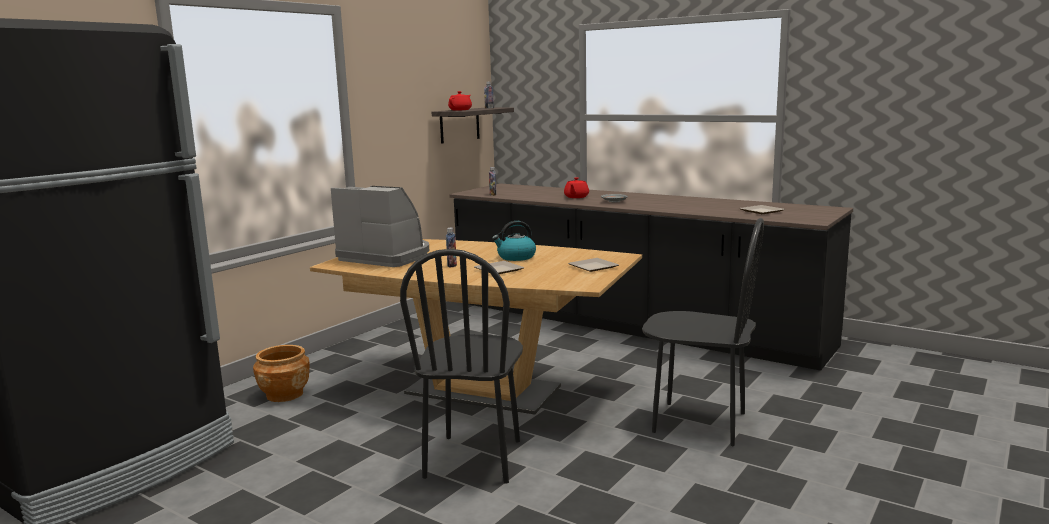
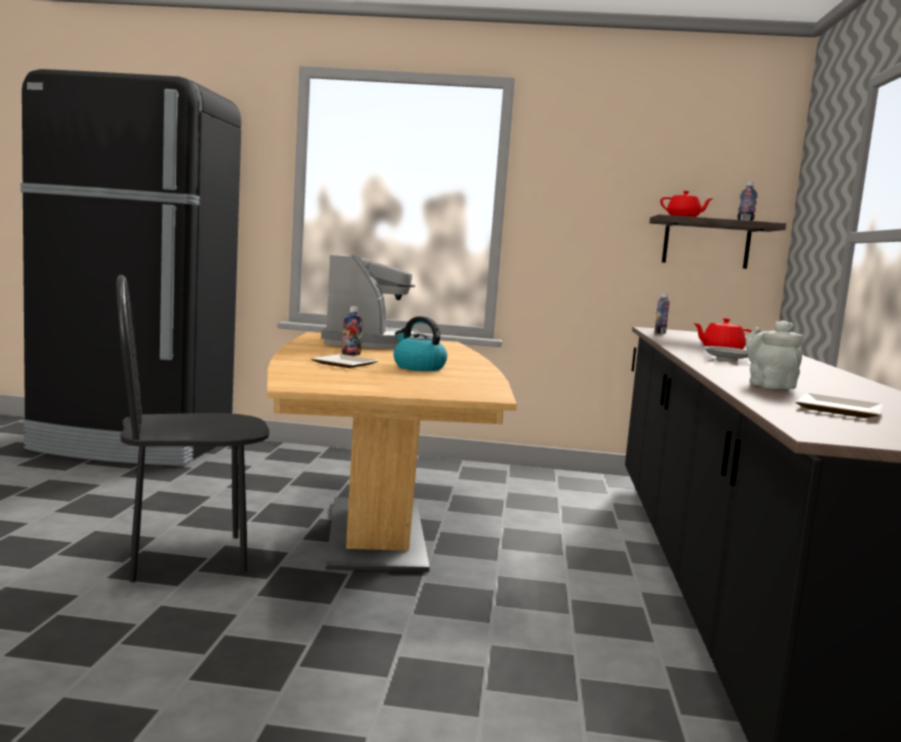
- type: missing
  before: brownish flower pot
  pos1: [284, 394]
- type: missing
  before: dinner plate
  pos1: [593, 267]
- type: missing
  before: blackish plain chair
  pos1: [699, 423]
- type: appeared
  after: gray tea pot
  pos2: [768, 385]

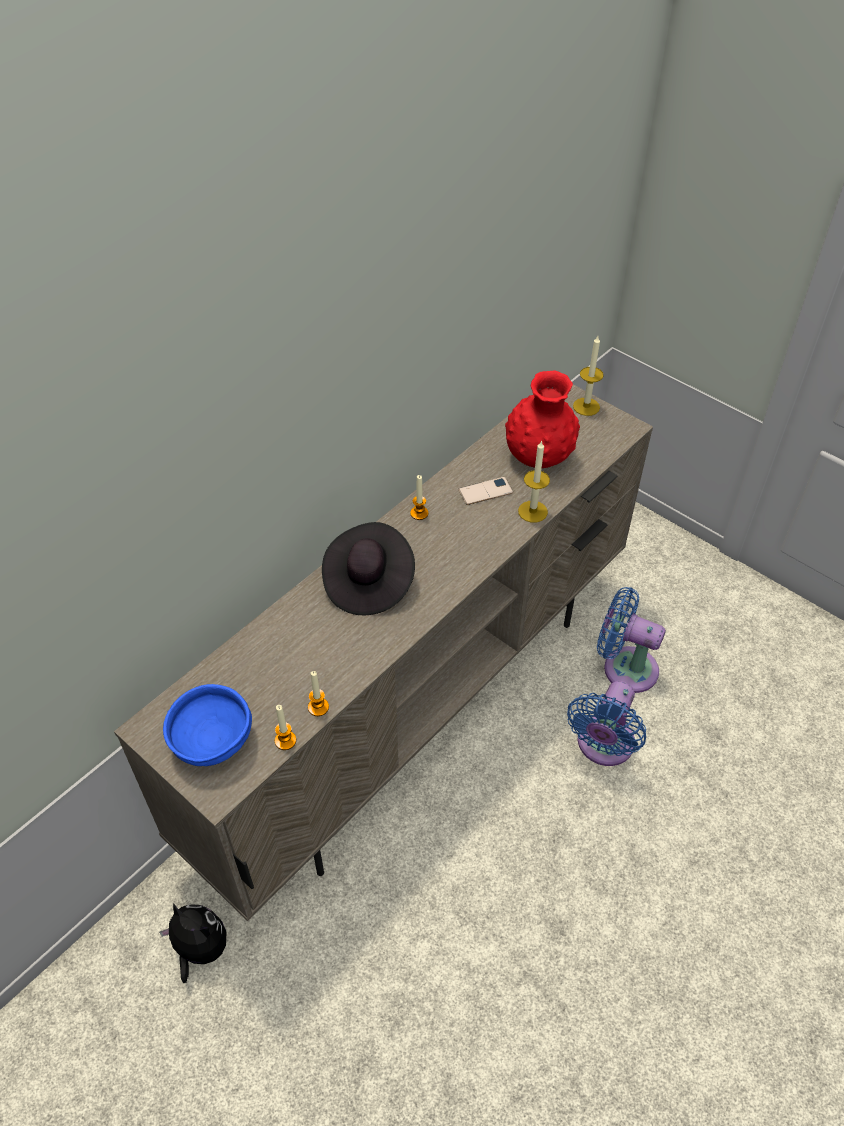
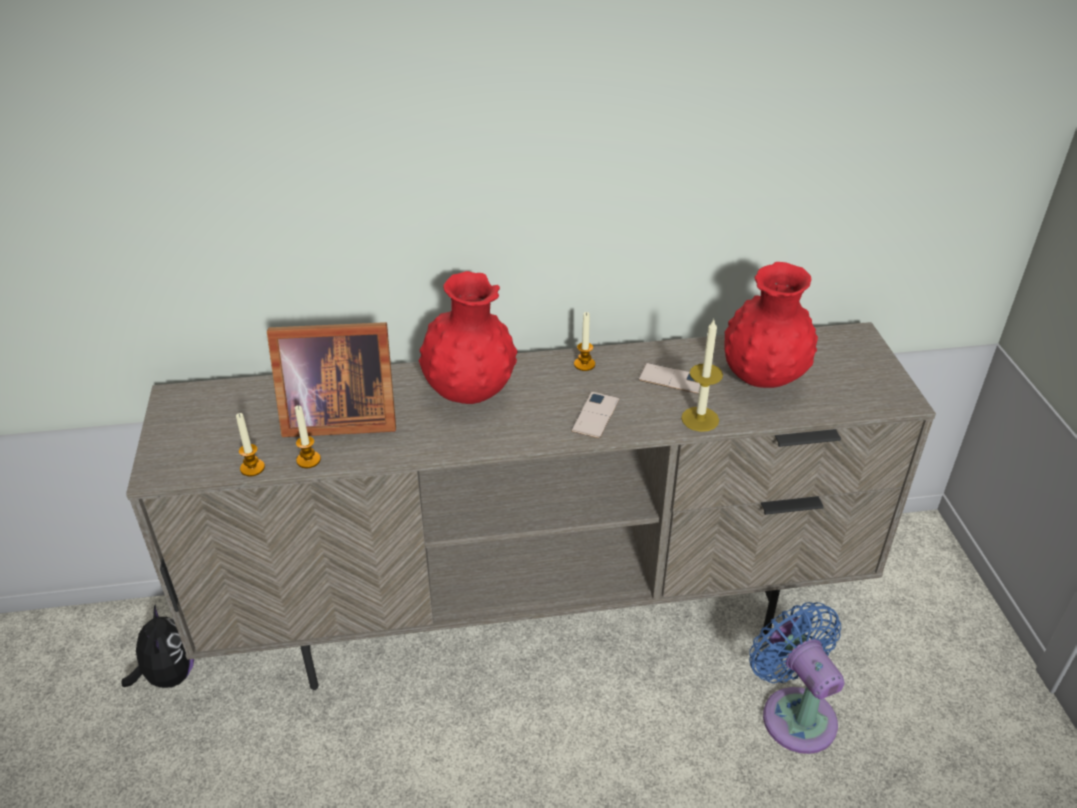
- type: missing
  before: blue deep dish
  pos1: [211, 741]
- type: missing
  before: blue fan
  pos1: [603, 746]
- type: missing
  before: candle
  pos1: [586, 406]
- type: appeared
  after: standing frame
  pos2: [336, 417]
- type: appeared
  after: telephone
  pos2: [595, 415]
- type: exchanged
  before: blackish wearable hat
  after: red-coloured decorative vase
  pos1: [368, 583]
  pos2: [470, 393]

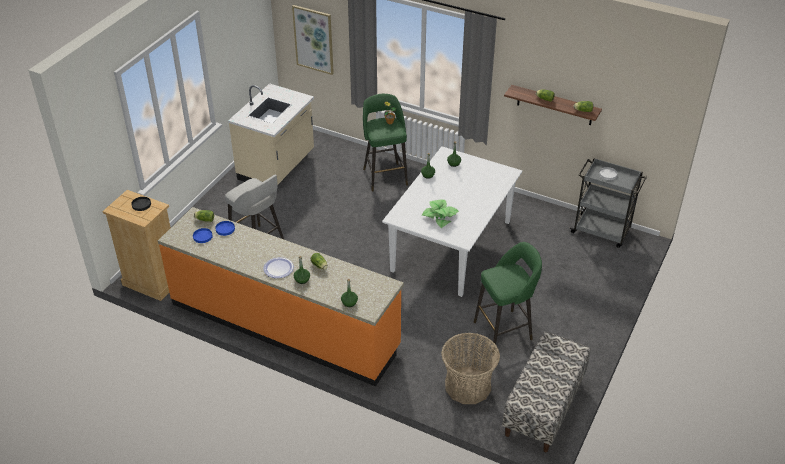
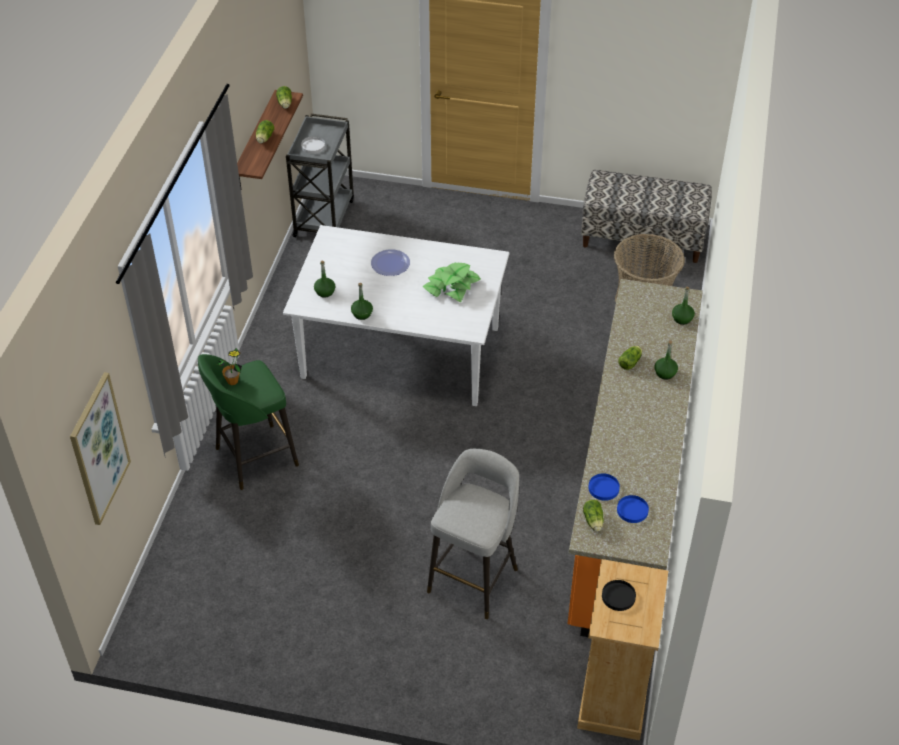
- type: missing
  before: sand-coloured counter
  pos1: [277, 167]
- type: missing
  before: green stool
  pos1: [504, 330]
- type: relocated
  before: dinner plate
  pos1: [278, 268]
  pos2: [390, 263]

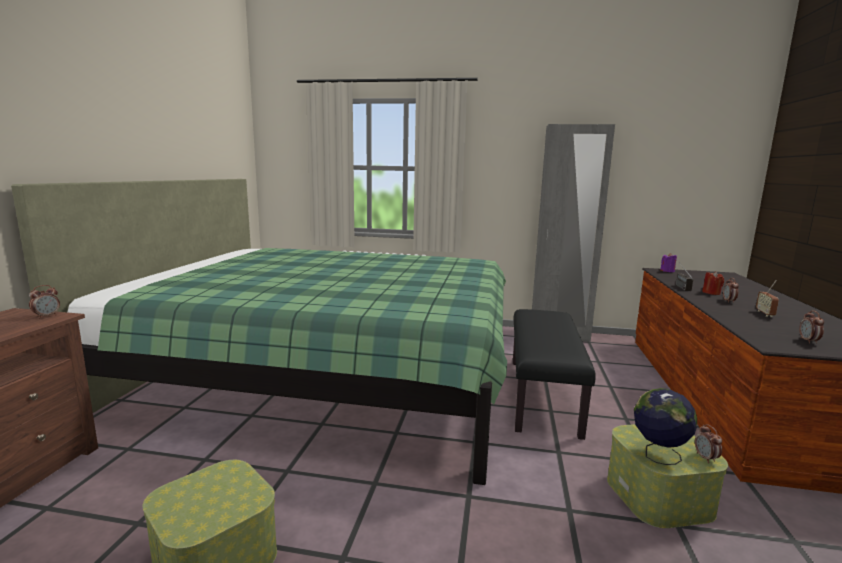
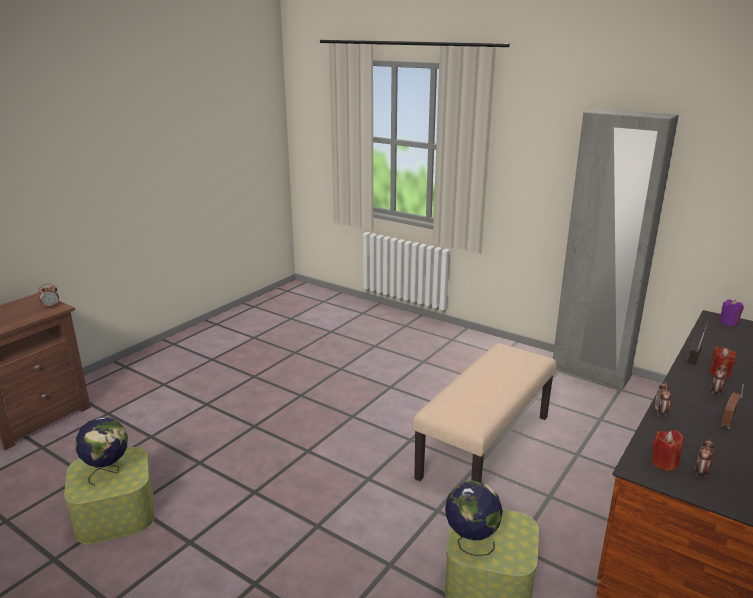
- type: missing
  before: green bedroom bed
  pos1: [327, 373]
- type: appeared
  after: globe
  pos2: [108, 472]
- type: appeared
  after: red-coloured candle
  pos2: [664, 463]
- type: relocated
  before: bedside clock
  pos1: [705, 458]
  pos2: [660, 412]
- type: colour
  before: blackish long seat
  after: sand-coloured long seat
  pos1: [541, 395]
  pos2: [484, 446]

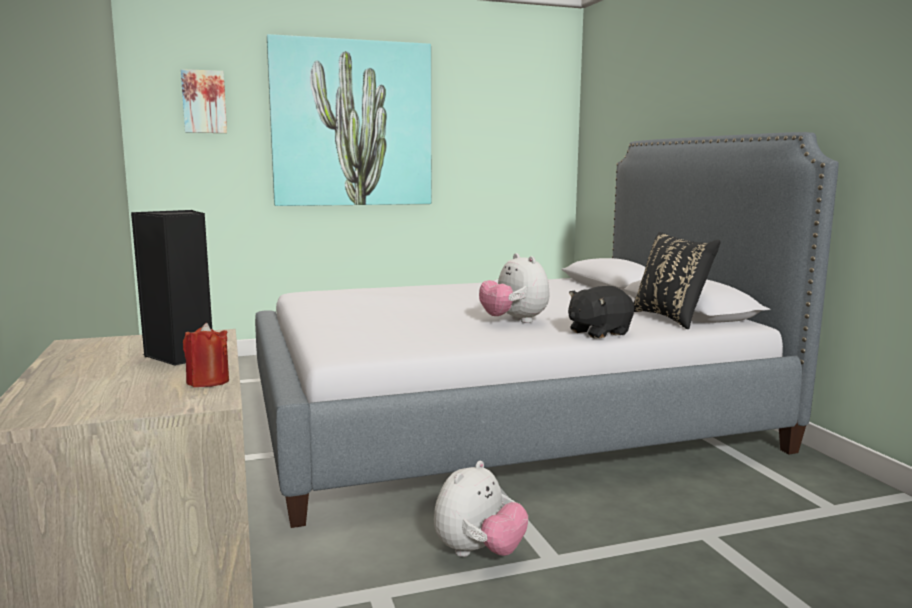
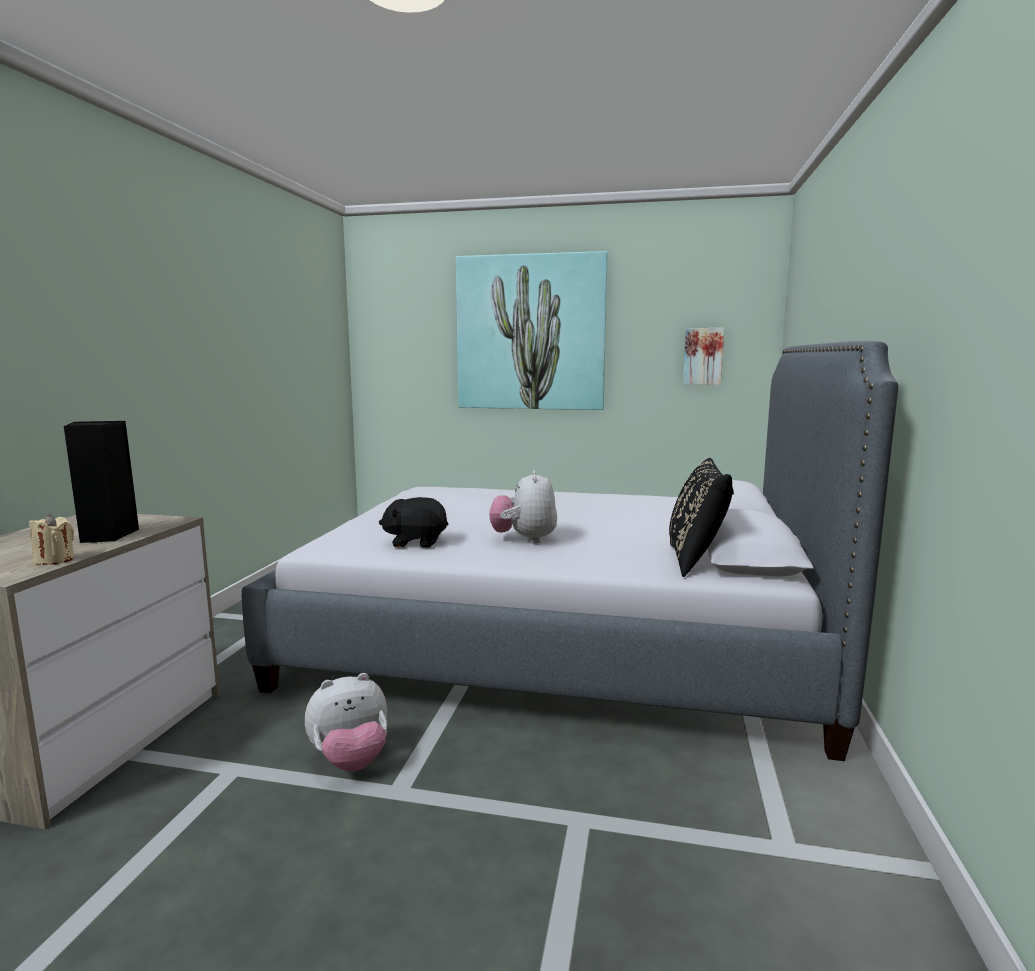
- type: relocated
  before: picture
  pos1: [204, 102]
  pos2: [703, 356]
- type: relocated
  before: blackish soft toy
  pos1: [598, 332]
  pos2: [416, 542]
- type: colour
  before: red-coloured candle
  after: sand-coloured candle
  pos1: [208, 381]
  pos2: [55, 560]

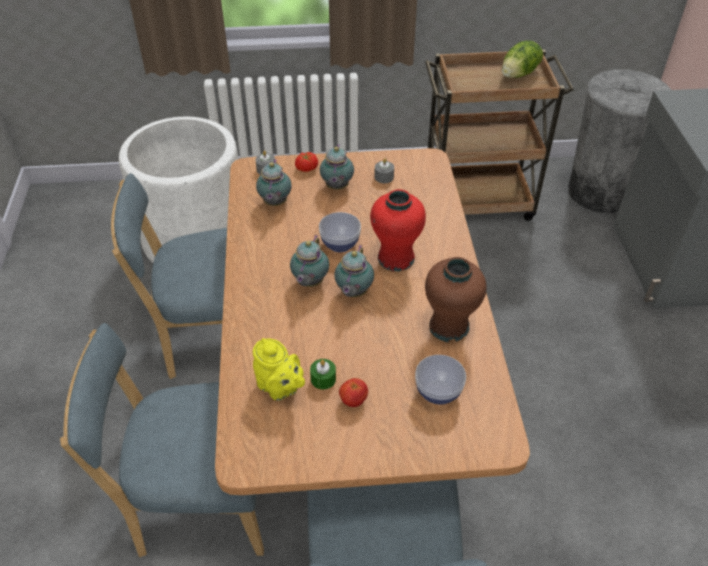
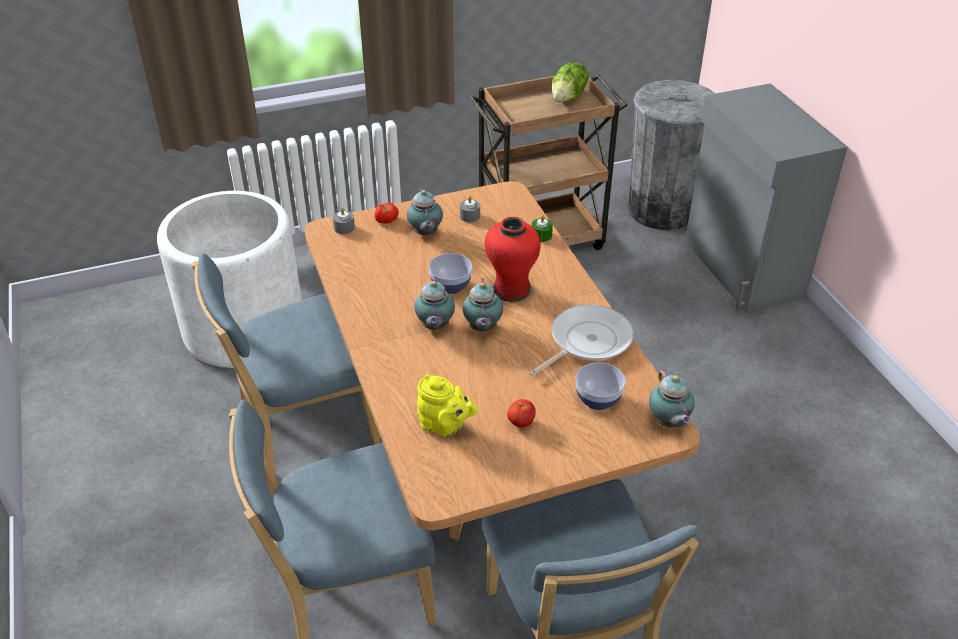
- type: relocated
  before: tea pot
  pos1: [274, 203]
  pos2: [668, 423]
- type: relocated
  before: green candle
  pos1: [323, 379]
  pos2: [541, 235]
- type: exchanged
  before: brownish decorative vase
  after: frying pan
  pos1: [449, 326]
  pos2: [587, 341]

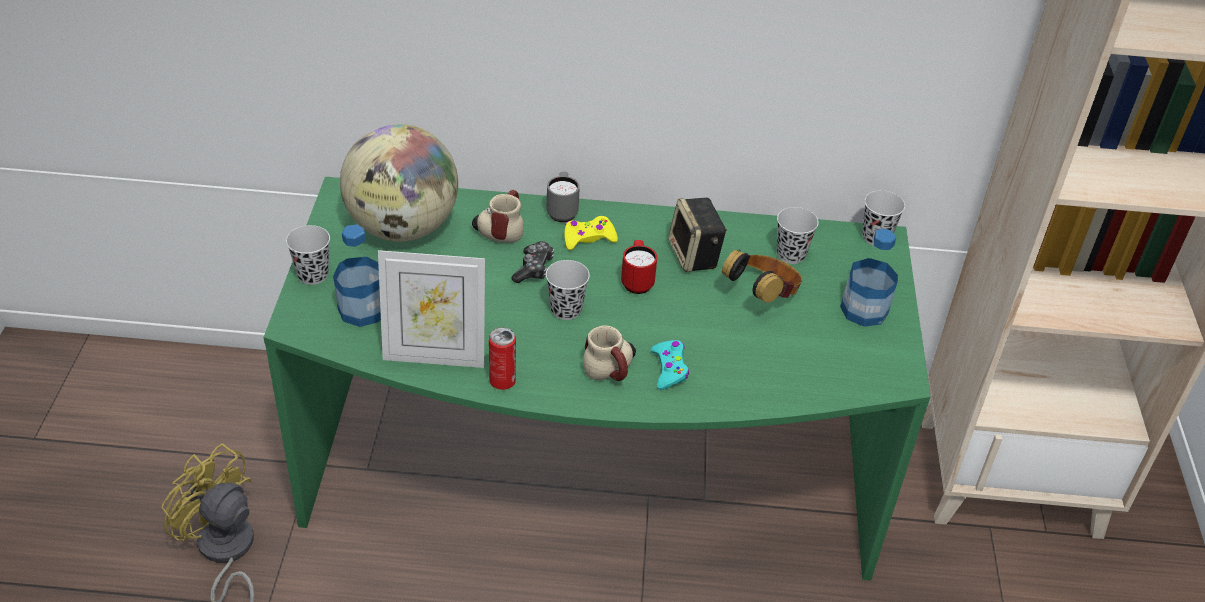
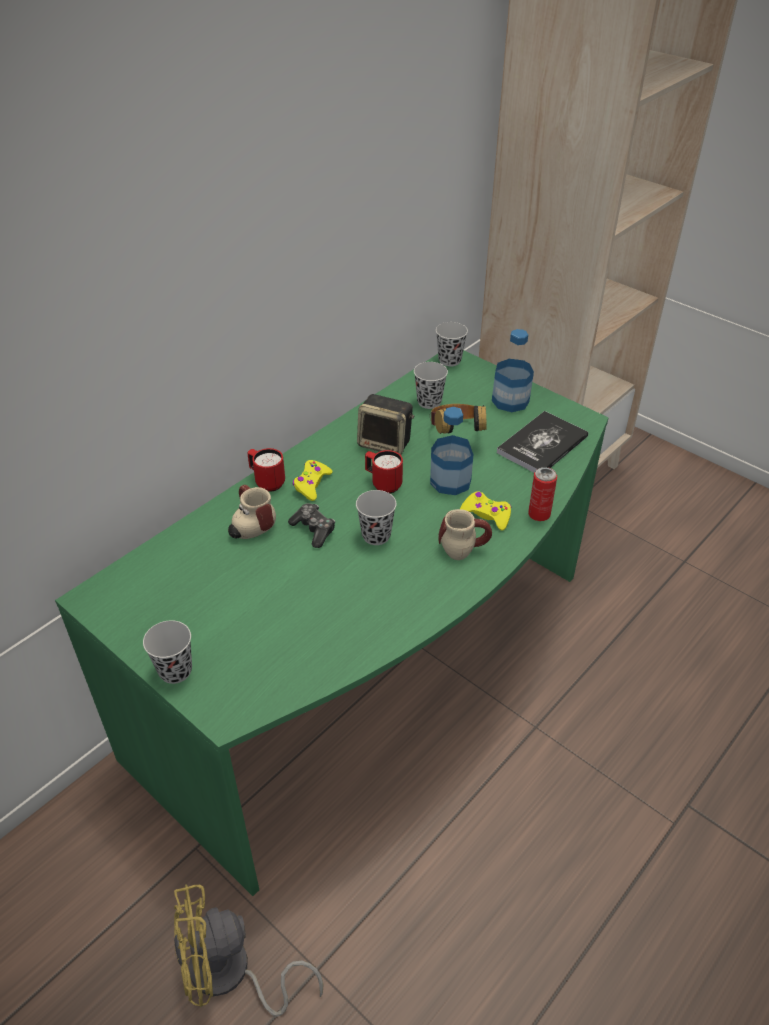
- type: missing
  before: globe
  pos1: [402, 228]
- type: missing
  before: standing frame
  pos1: [435, 356]
- type: appeared
  after: volume
  pos2: [542, 444]
- type: relocated
  before: bottle
  pos1: [362, 309]
  pos2: [450, 481]
- type: relocated
  before: sealed can
  pos1: [502, 381]
  pos2: [539, 514]
- type: colour
  before: gray coffee mug
  after: red-coloured coffee mug
  pos1: [562, 211]
  pos2: [266, 482]
- type: colour
  before: turquoise joypad
  after: yellowish joypad
  pos1: [669, 369]
  pos2: [486, 515]

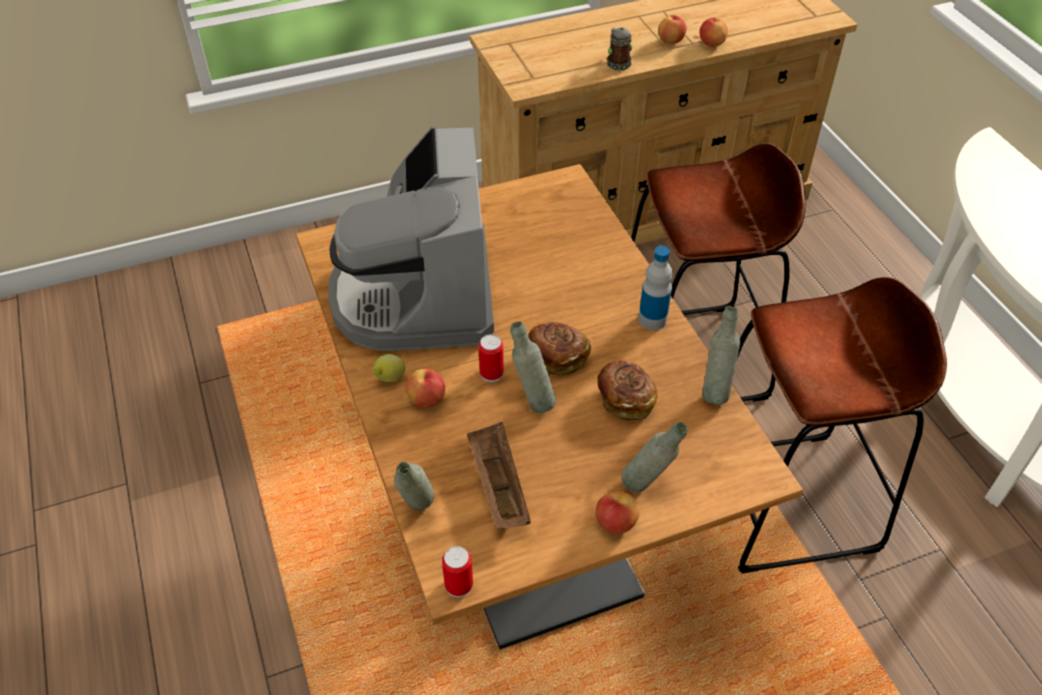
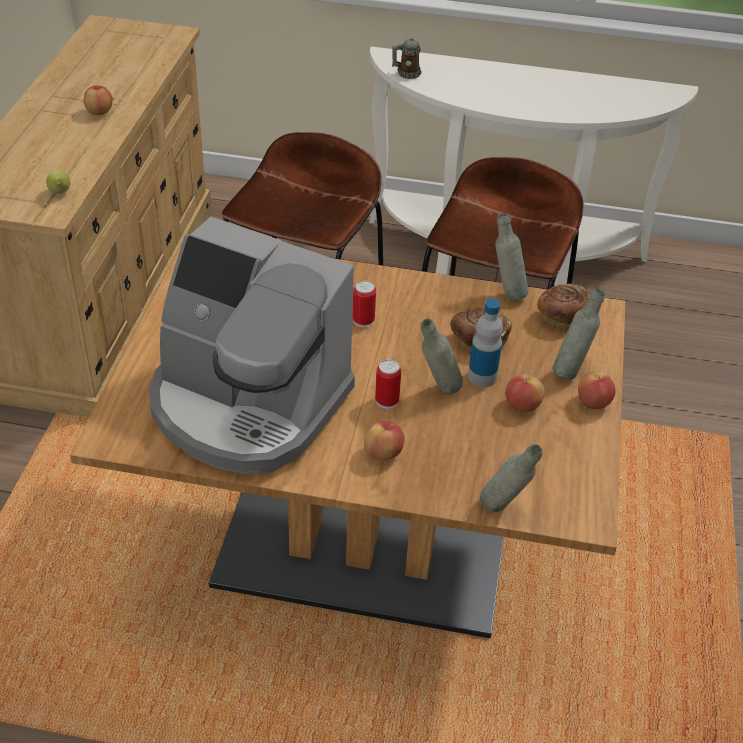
- type: missing
  before: brownish carrying tray
  pos1: [498, 486]
- type: relocated
  before: lemon
  pos1: [389, 379]
  pos2: [60, 193]
- type: relocated
  before: sealed can
  pos1: [459, 585]
  pos2: [363, 320]
- type: relocated
  before: bakery bread
  pos1: [557, 357]
  pos2: [561, 317]
- type: relocated
  before: coffee mug
  pos1: [617, 62]
  pos2: [406, 73]
- type: relocated
  before: bottle
  pos1: [652, 319]
  pos2: [482, 377]
- type: relocated
  before: apple fruit
  pos1: [711, 43]
  pos2: [522, 406]

